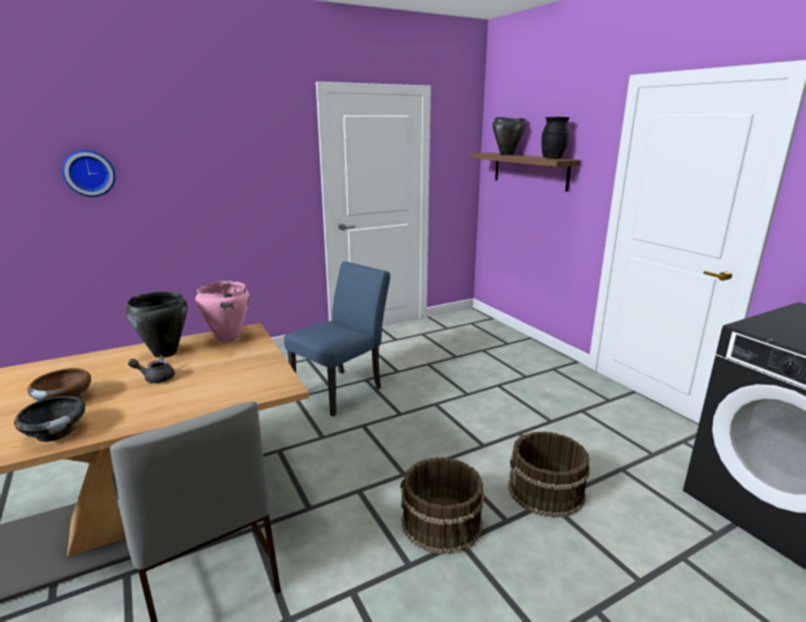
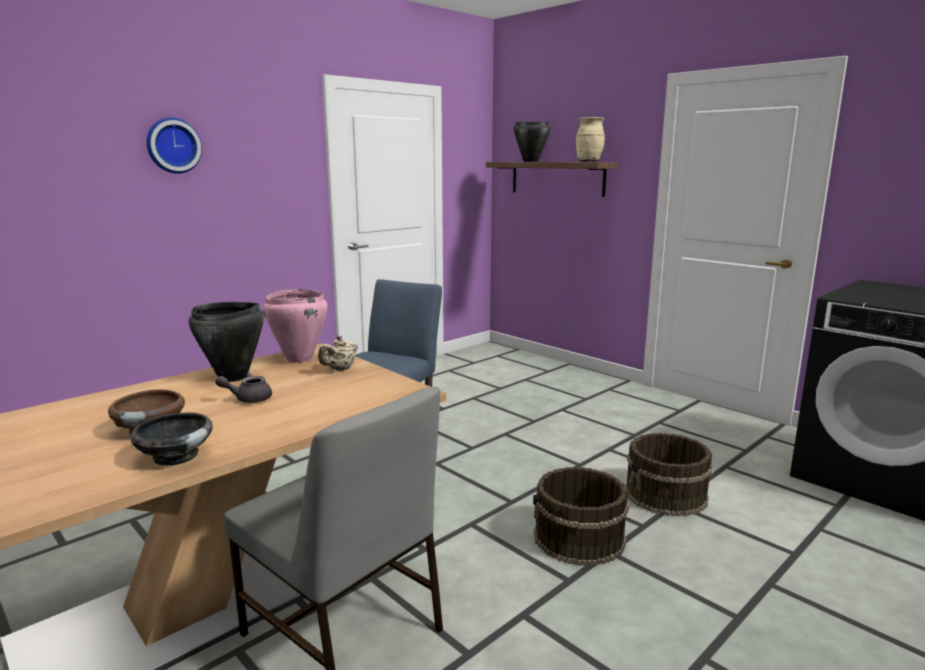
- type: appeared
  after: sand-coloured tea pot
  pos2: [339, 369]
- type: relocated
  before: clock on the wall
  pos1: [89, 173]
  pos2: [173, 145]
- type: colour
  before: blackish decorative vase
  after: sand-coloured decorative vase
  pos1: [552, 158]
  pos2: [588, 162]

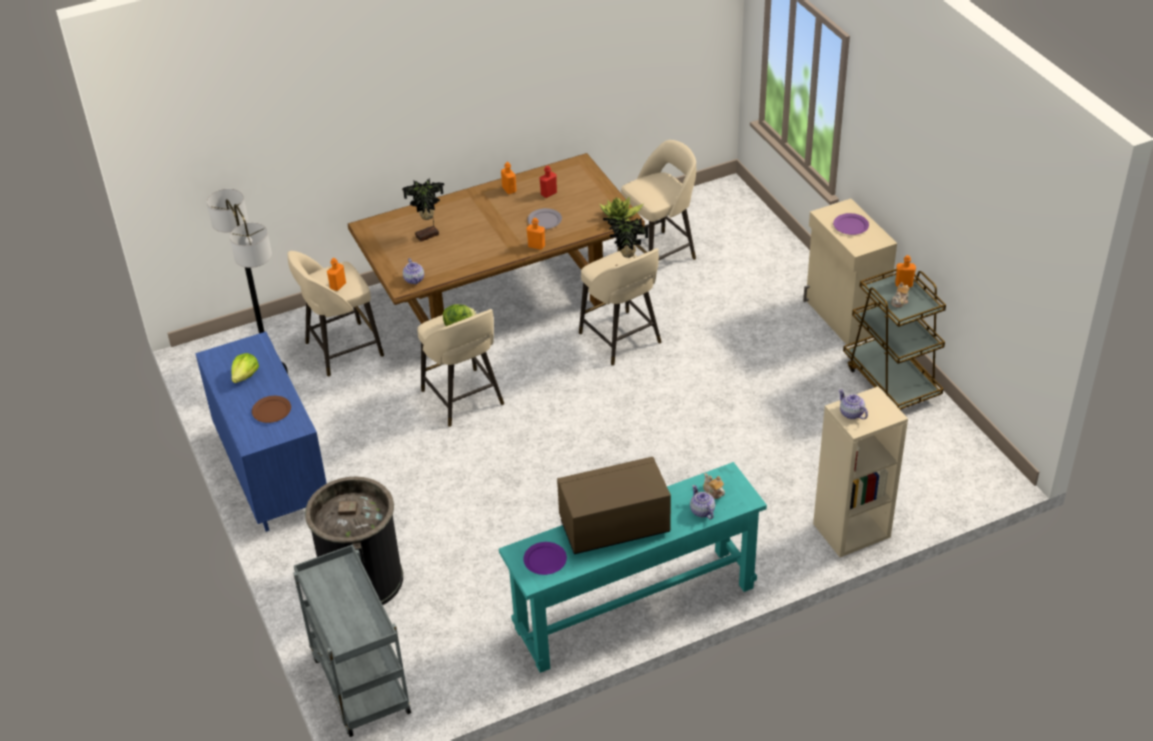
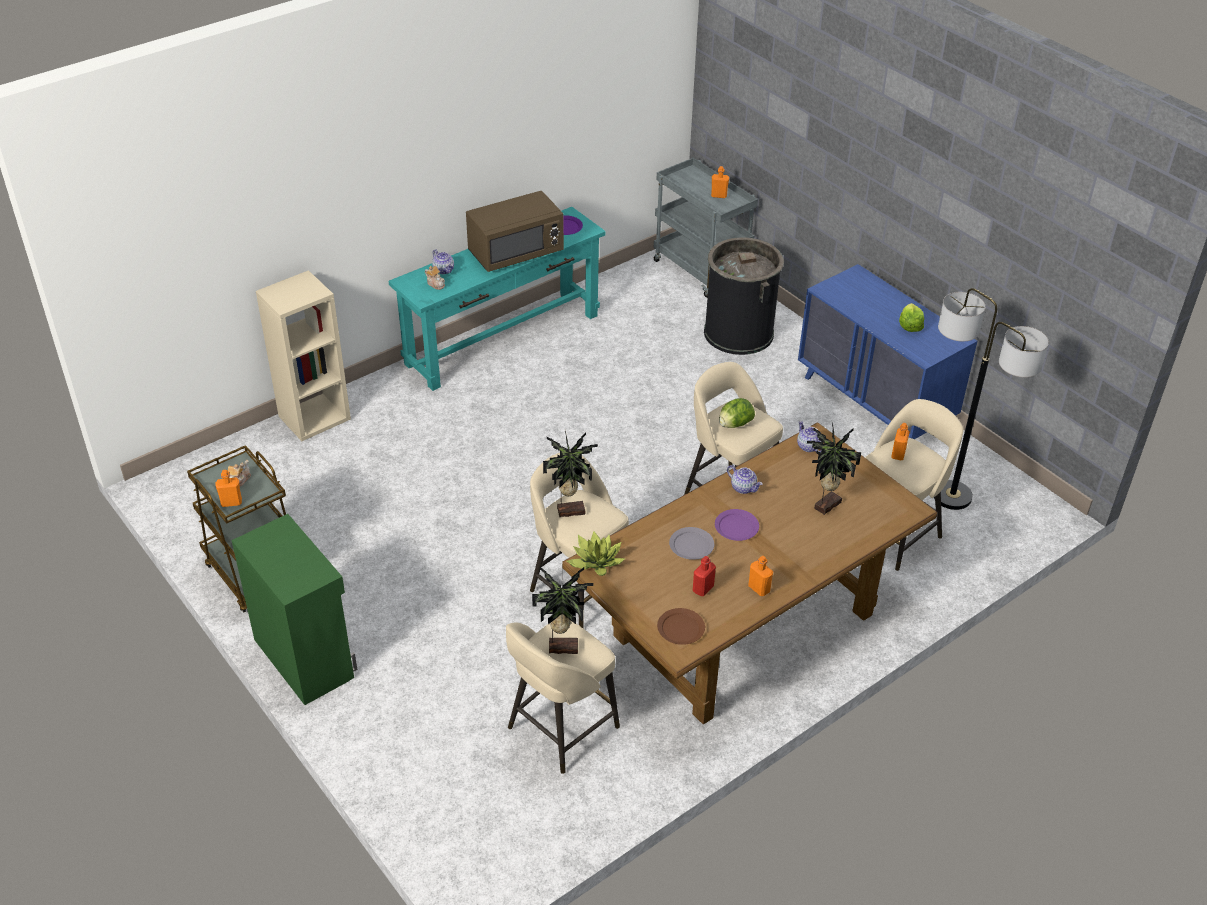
- type: appeared
  after: potted plant
  pos2: [562, 646]
- type: relocated
  before: brownish dinner plate
  pos1: [272, 411]
  pos2: [680, 628]
- type: relocated
  before: orangey bottle
  pos1: [536, 246]
  pos2: [719, 195]
- type: relocated
  before: purple-coloured dinner plate
  pos1: [851, 225]
  pos2: [736, 527]
- type: relocated
  before: tea pot
  pos1: [851, 413]
  pos2: [744, 488]
- type: colour
  before: sand-coloured storage cabinet
  after: green storage cabinet
  pos1: [844, 317]
  pos2: [305, 657]

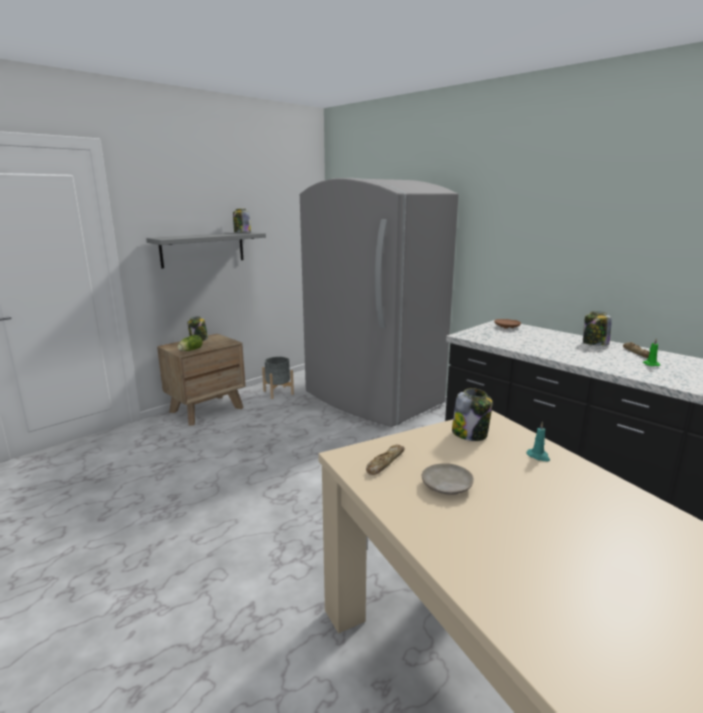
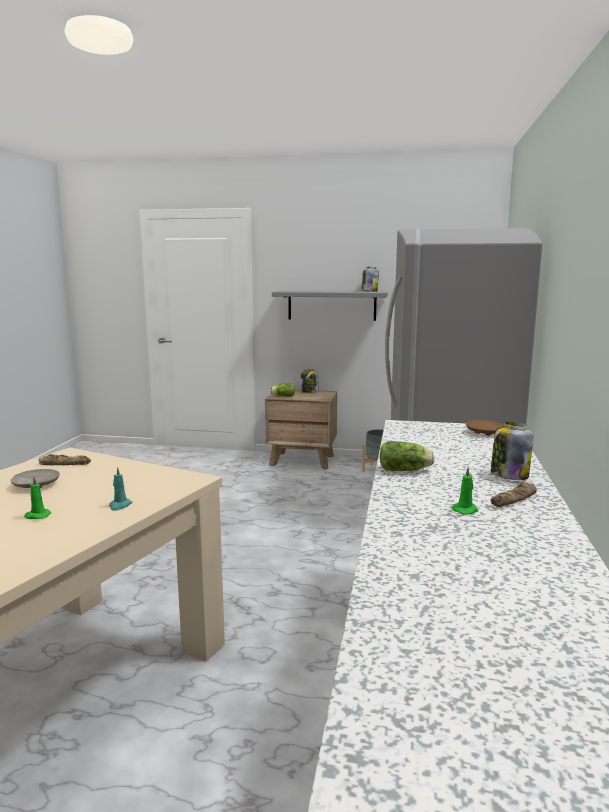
- type: missing
  before: preserve jar
  pos1: [470, 434]
- type: appeared
  after: green candle
  pos2: [37, 516]
- type: appeared
  after: lettuce head
  pos2: [406, 470]

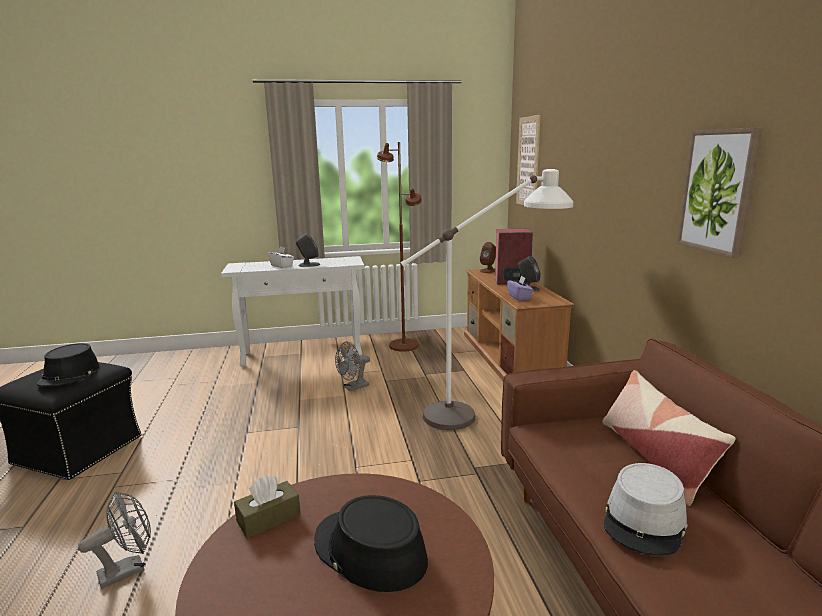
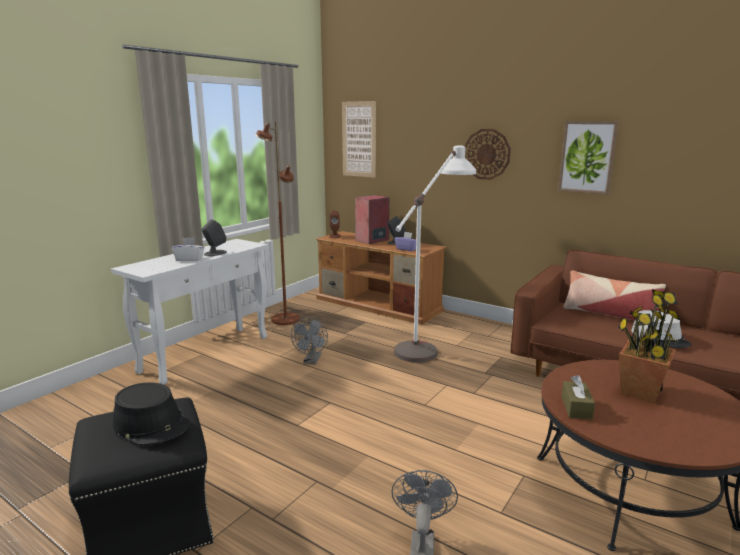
- type: appeared
  after: clock on the wall
  pos2: [486, 154]
- type: exchanged
  before: blackish wearable hat
  after: potted plant
  pos1: [369, 551]
  pos2: [640, 392]

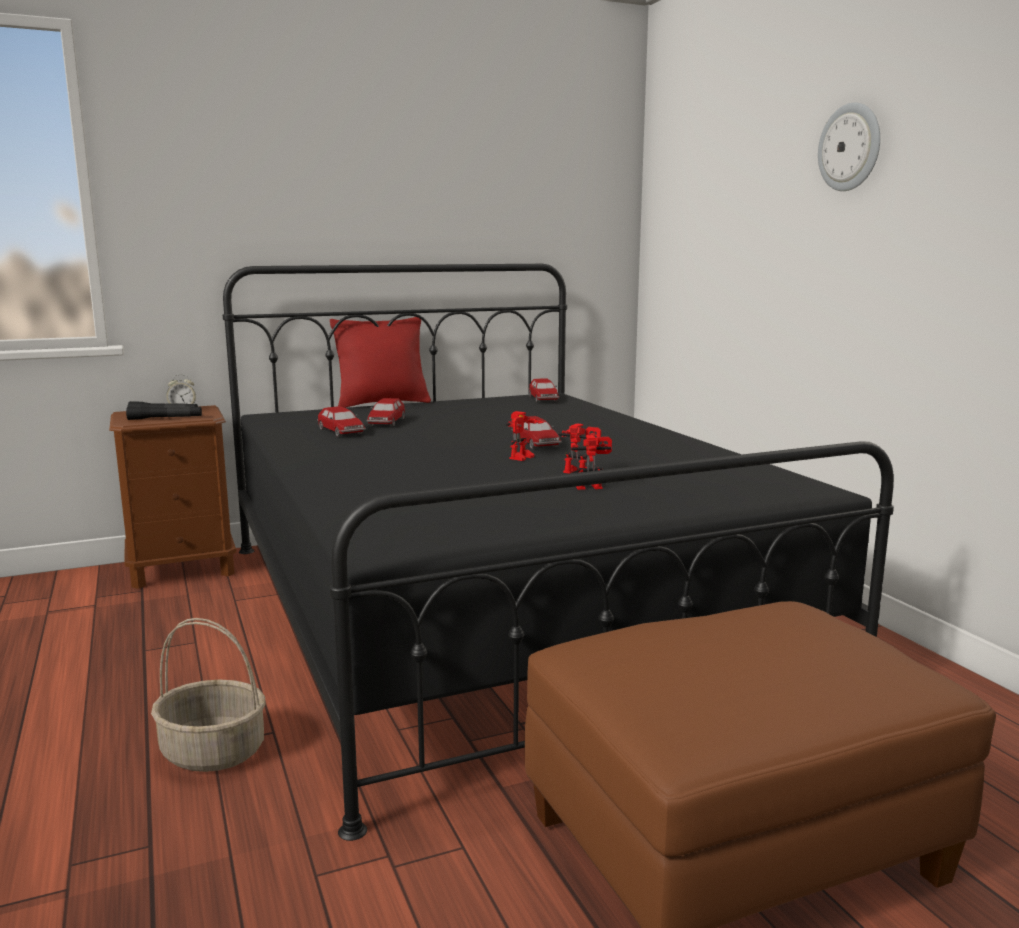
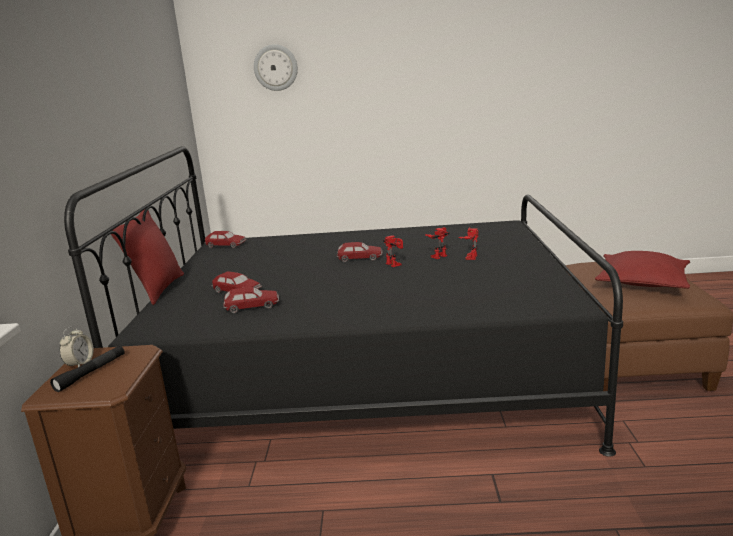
- type: missing
  before: blackish torch
  pos1: [165, 418]
- type: missing
  before: storage basket
  pos1: [214, 752]
- type: appeared
  after: red-coloured pillow
  pos2: [642, 282]
- type: relocated
  before: clock on the wall
  pos1: [850, 147]
  pos2: [275, 67]

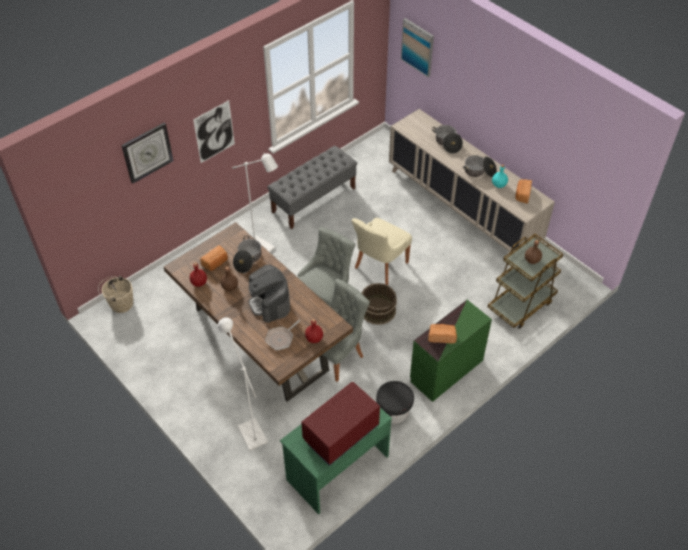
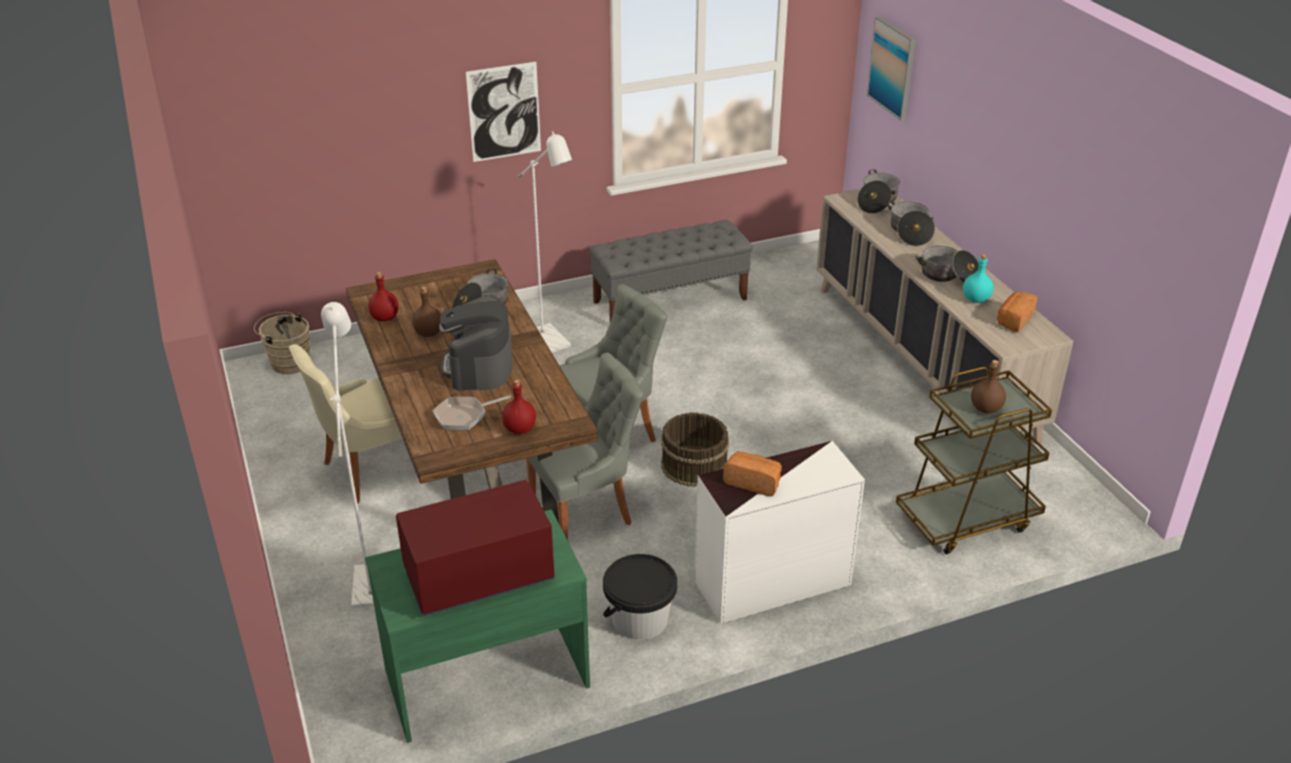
- type: missing
  before: clock on the wall
  pos1: [147, 152]
- type: missing
  before: bakery bread
  pos1: [216, 263]
- type: appeared
  after: stockpot
  pos2: [877, 201]
- type: relocated
  before: sand-coloured plain chair
  pos1: [379, 266]
  pos2: [369, 471]
- type: colour
  before: green chest of drawers
  after: white chest of drawers
  pos1: [445, 370]
  pos2: [771, 582]

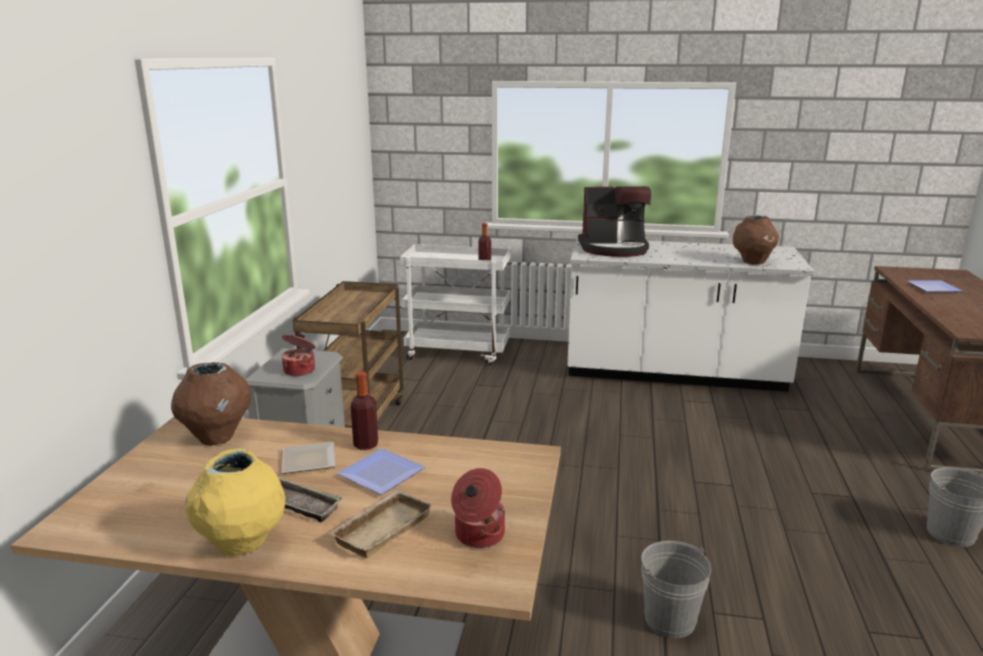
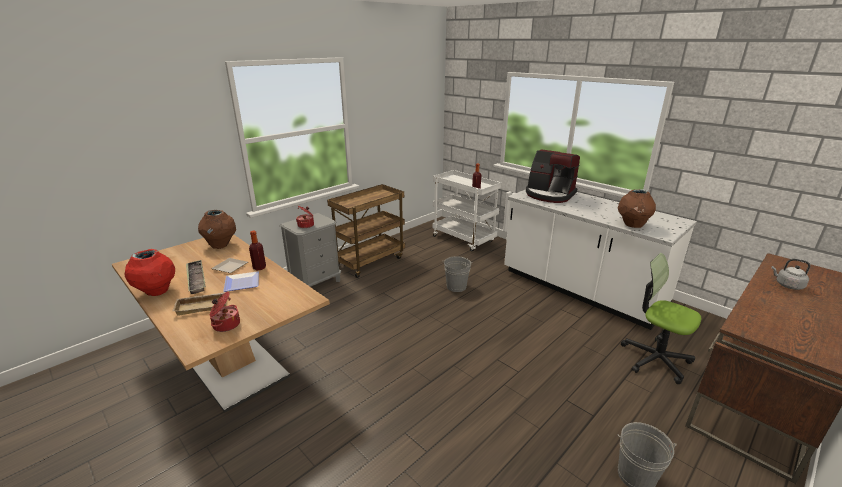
- type: appeared
  after: desk chair
  pos2: [655, 359]
- type: relocated
  before: gray bucket
  pos1: [670, 619]
  pos2: [456, 286]
- type: exchanged
  before: dinner plate
  after: gray water kettle
  pos1: [933, 289]
  pos2: [787, 285]
- type: colour
  before: yellowish decorative vase
  after: red-coloured decorative vase
  pos1: [242, 545]
  pos2: [157, 292]

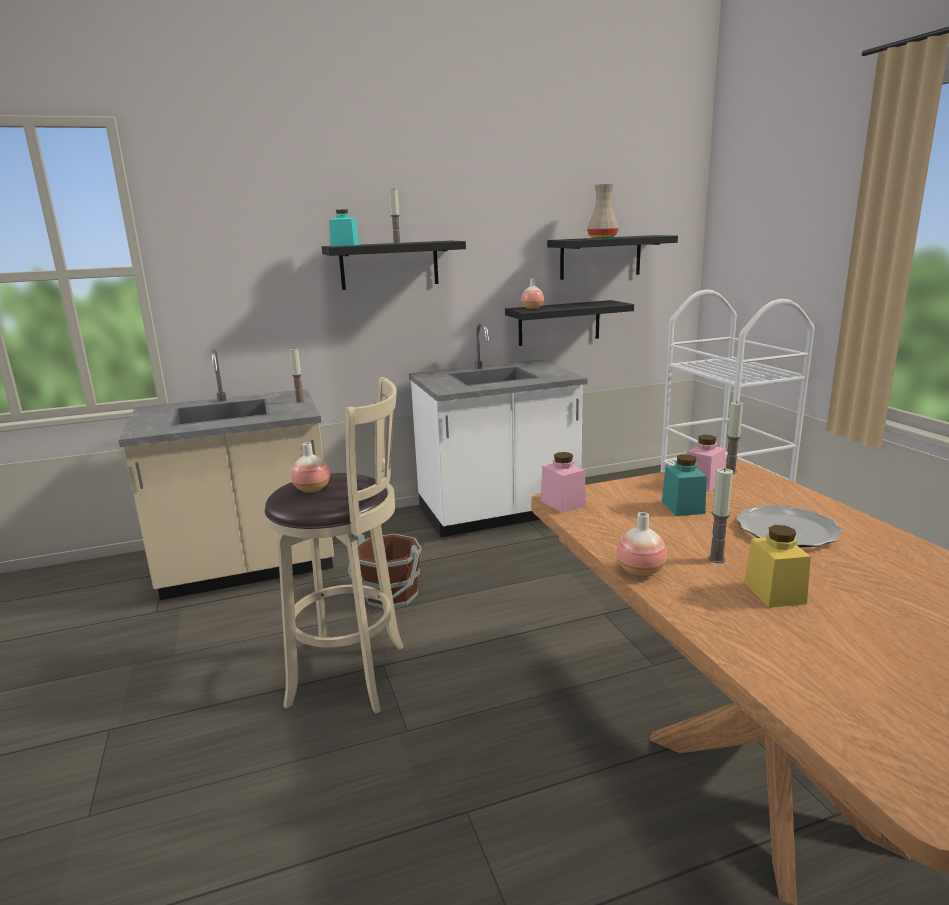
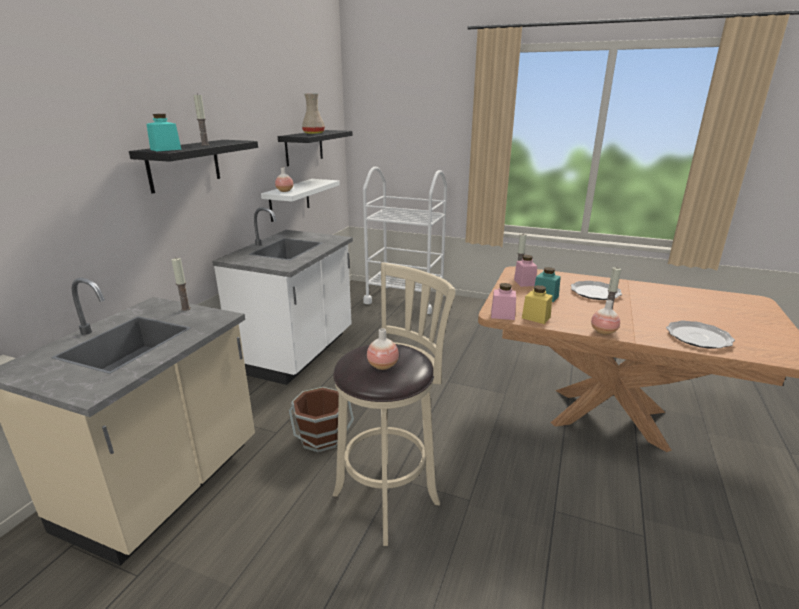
- type: appeared
  after: dinner plate
  pos2: [699, 337]
- type: relocated
  before: yellowish preserve jar
  pos1: [774, 593]
  pos2: [536, 317]
- type: colour
  before: blackish bracket shelf
  after: white bracket shelf
  pos1: [559, 323]
  pos2: [289, 200]

